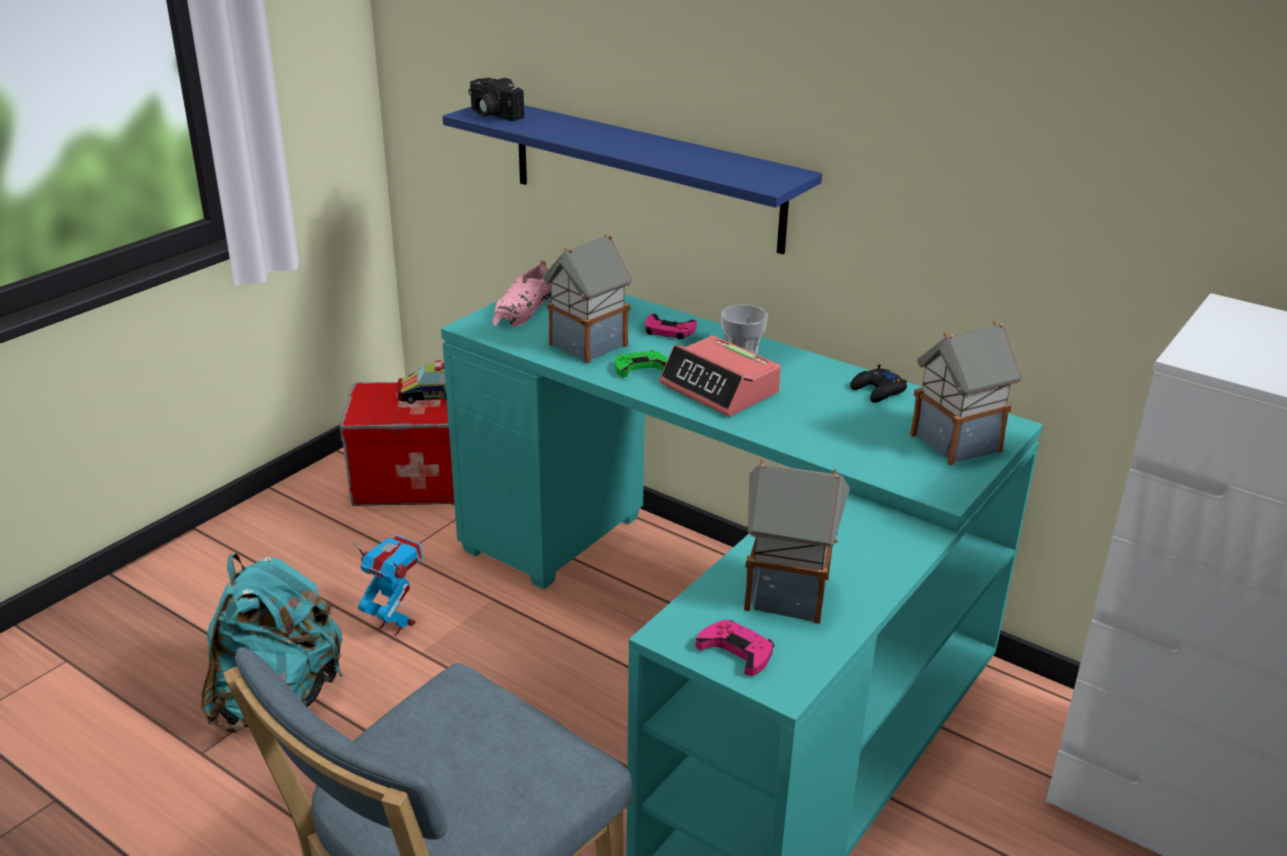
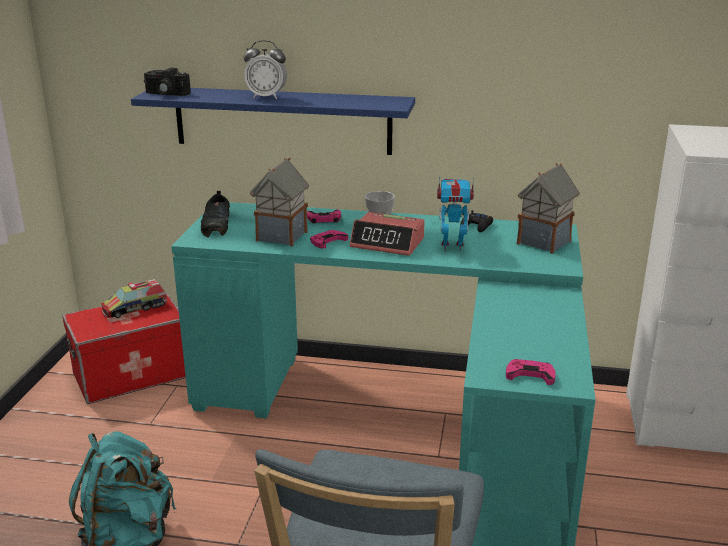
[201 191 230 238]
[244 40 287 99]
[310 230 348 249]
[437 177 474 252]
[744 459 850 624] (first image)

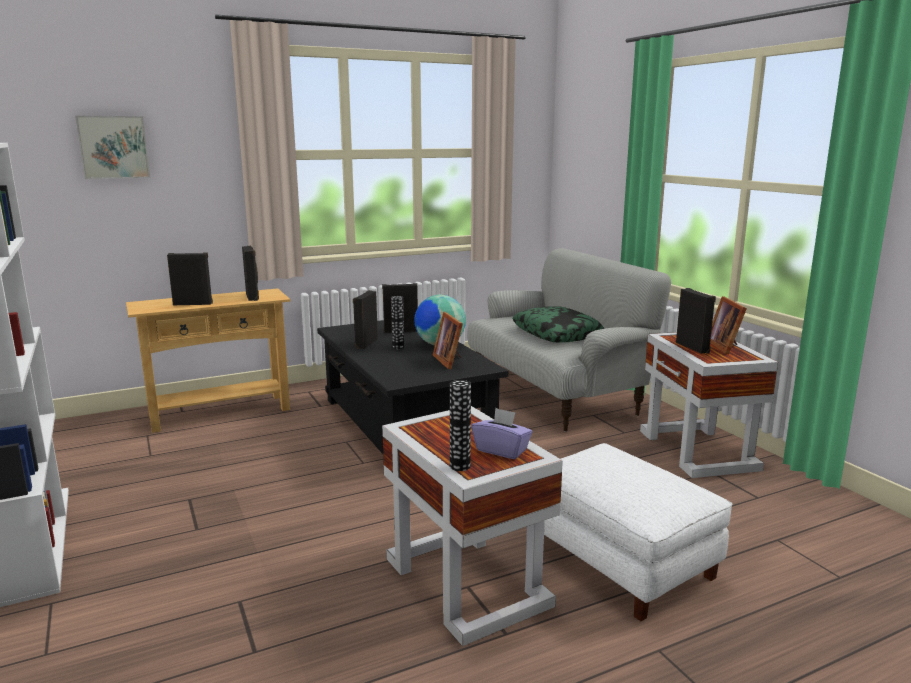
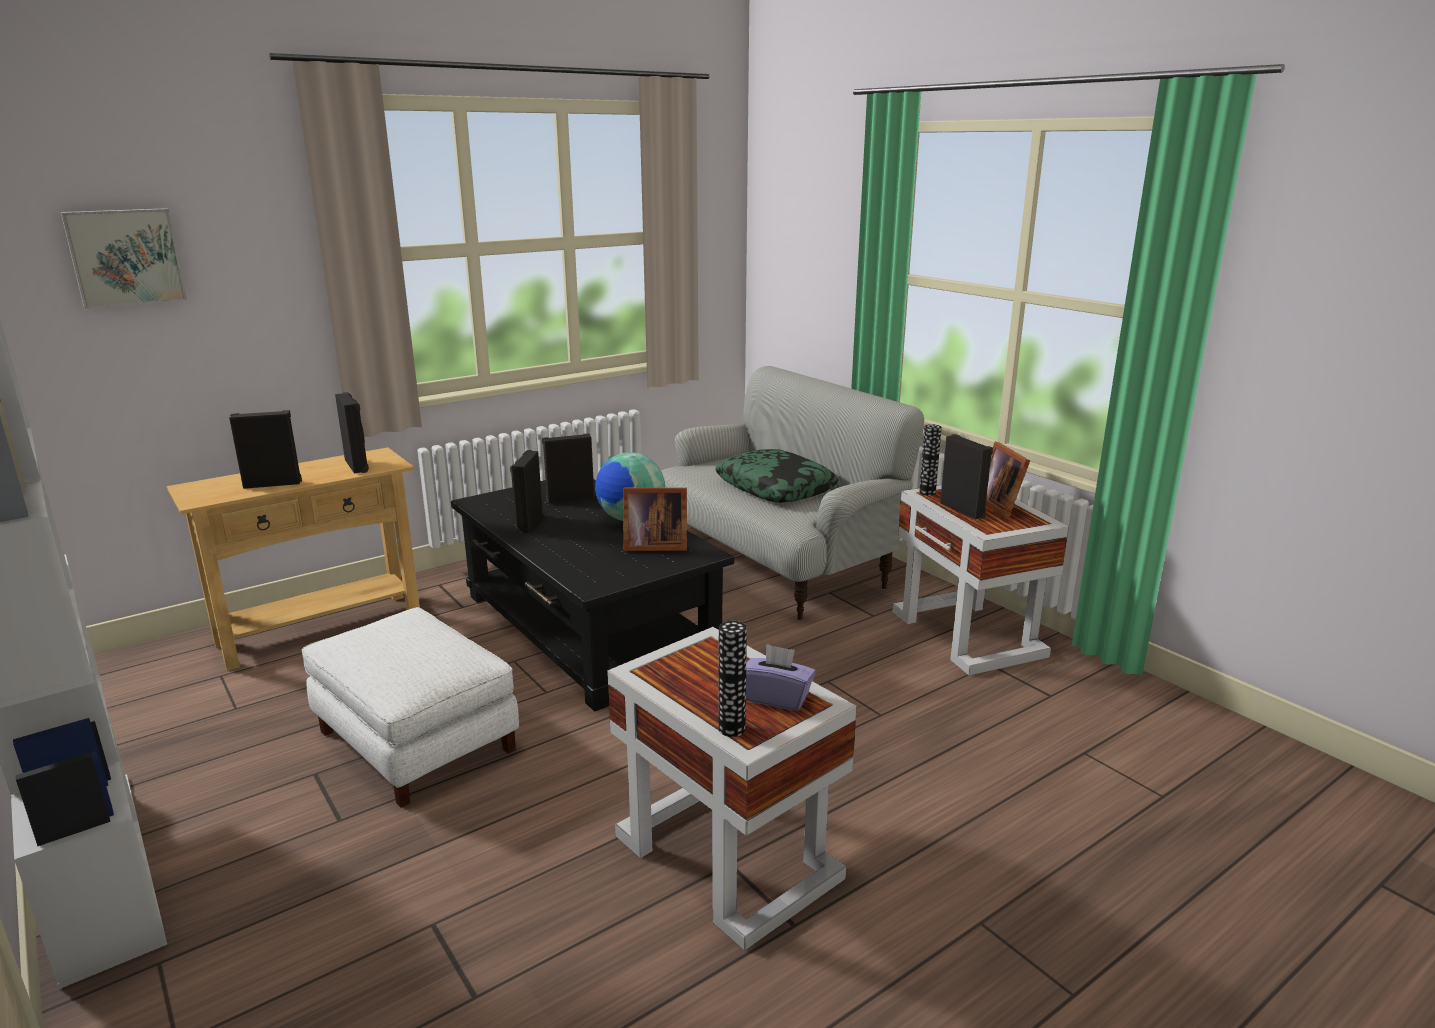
[302 607 519 808]
[623 488 687 551]
[919 424 942 496]

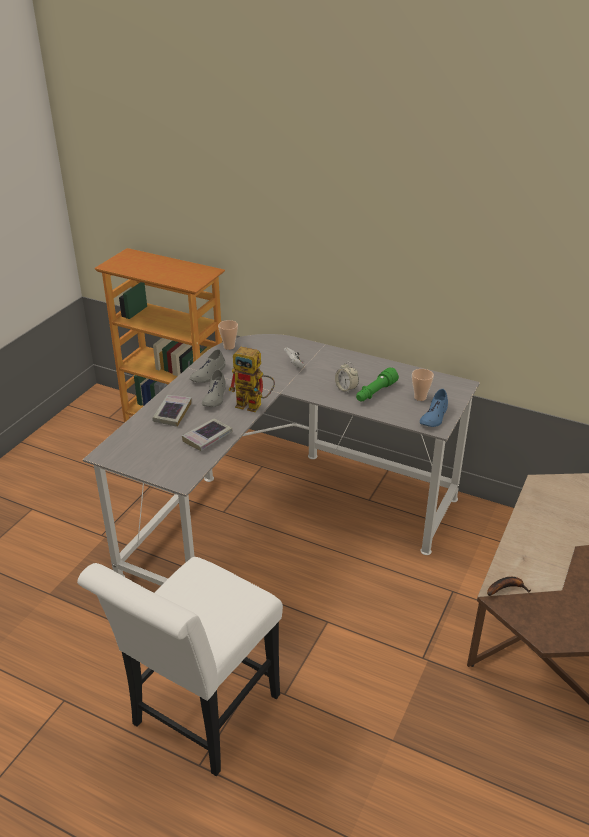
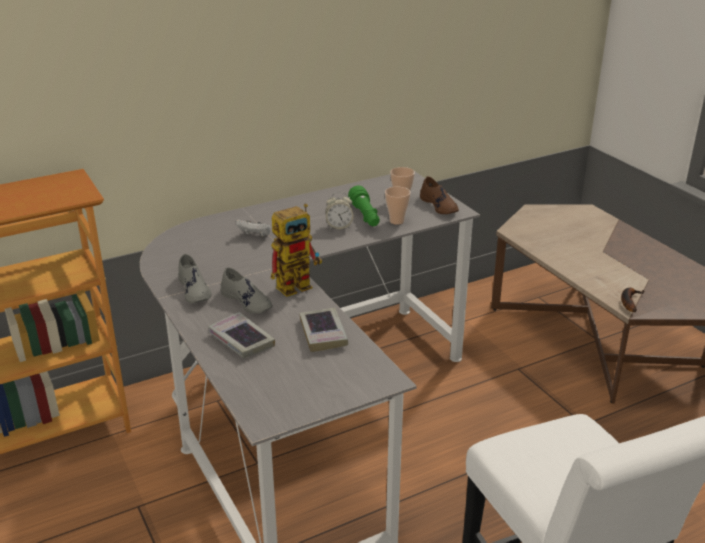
[385 187 411 225]
[420 176 459 214]

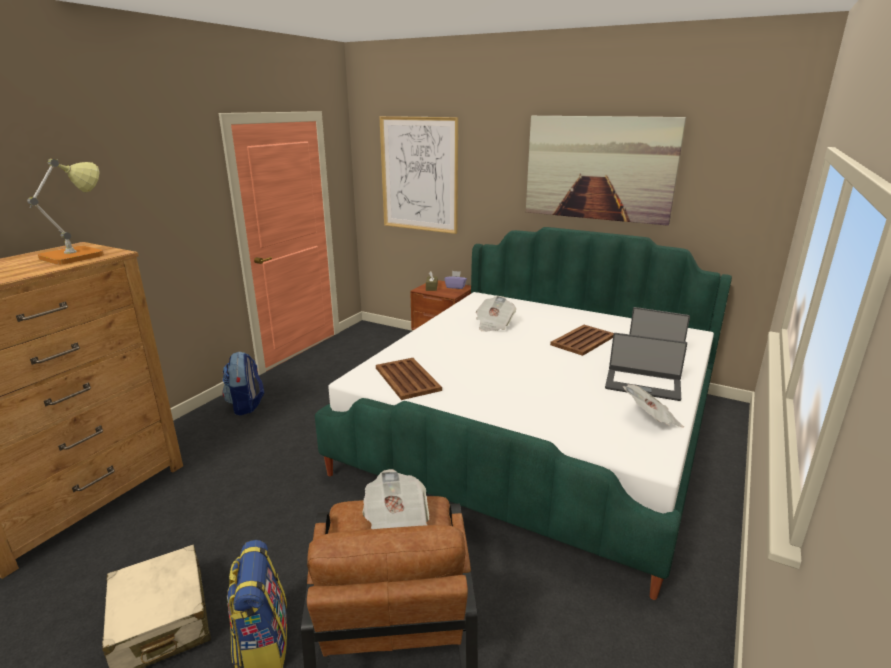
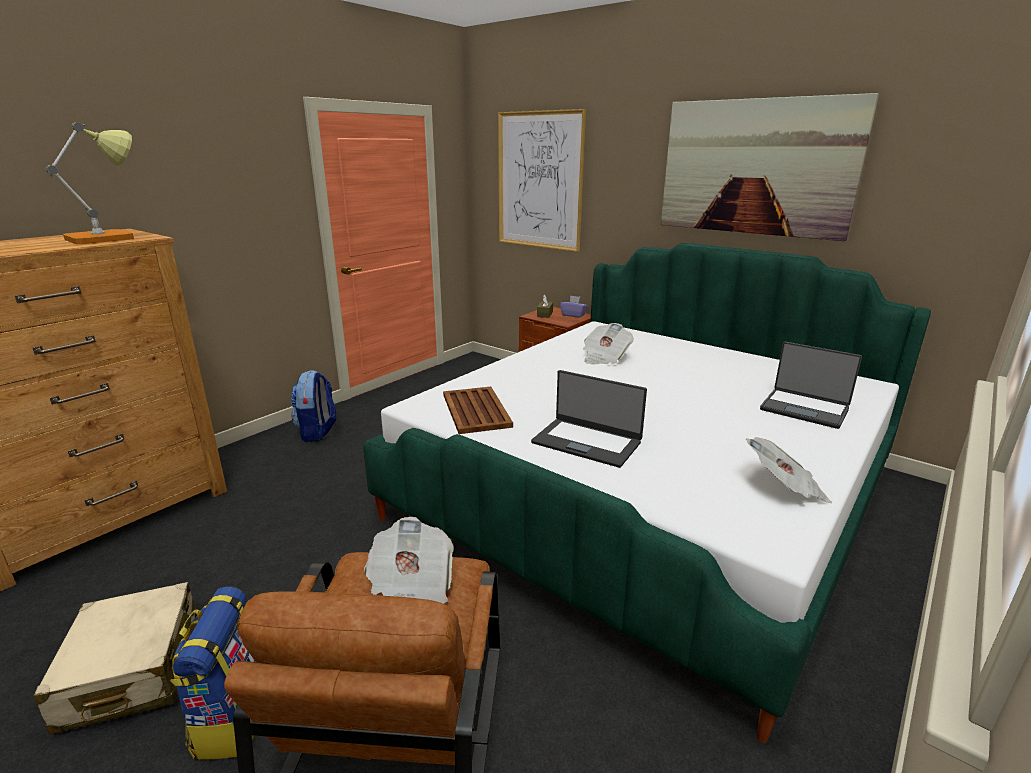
[531 370 647 468]
[550 325 614 356] (first image)

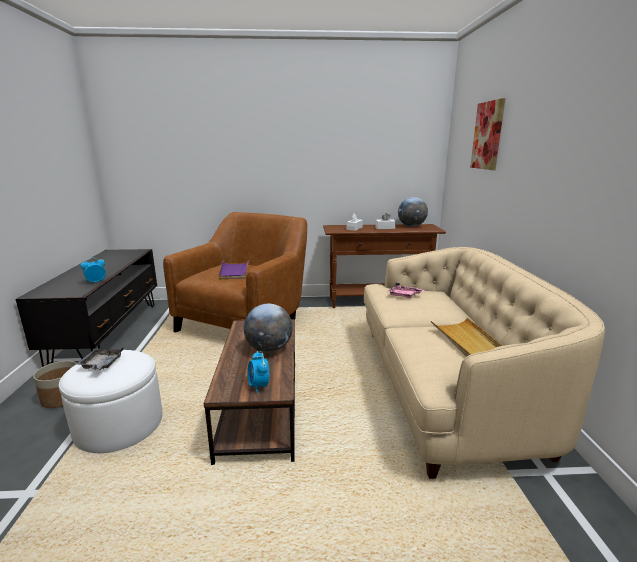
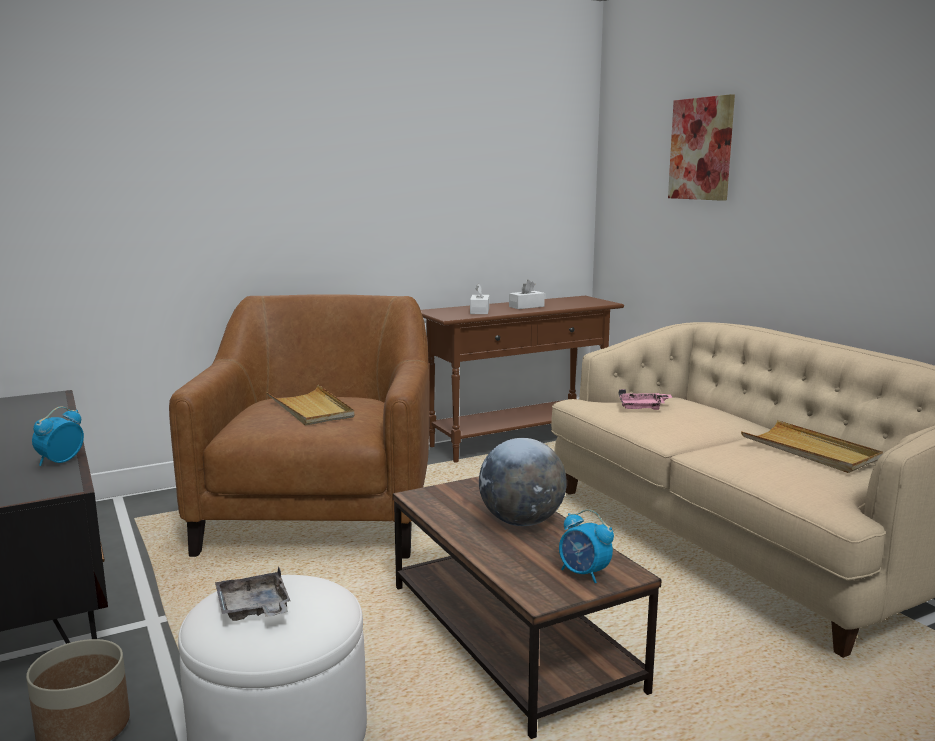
[266 385 354 426]
[398 197 428 227] (first image)

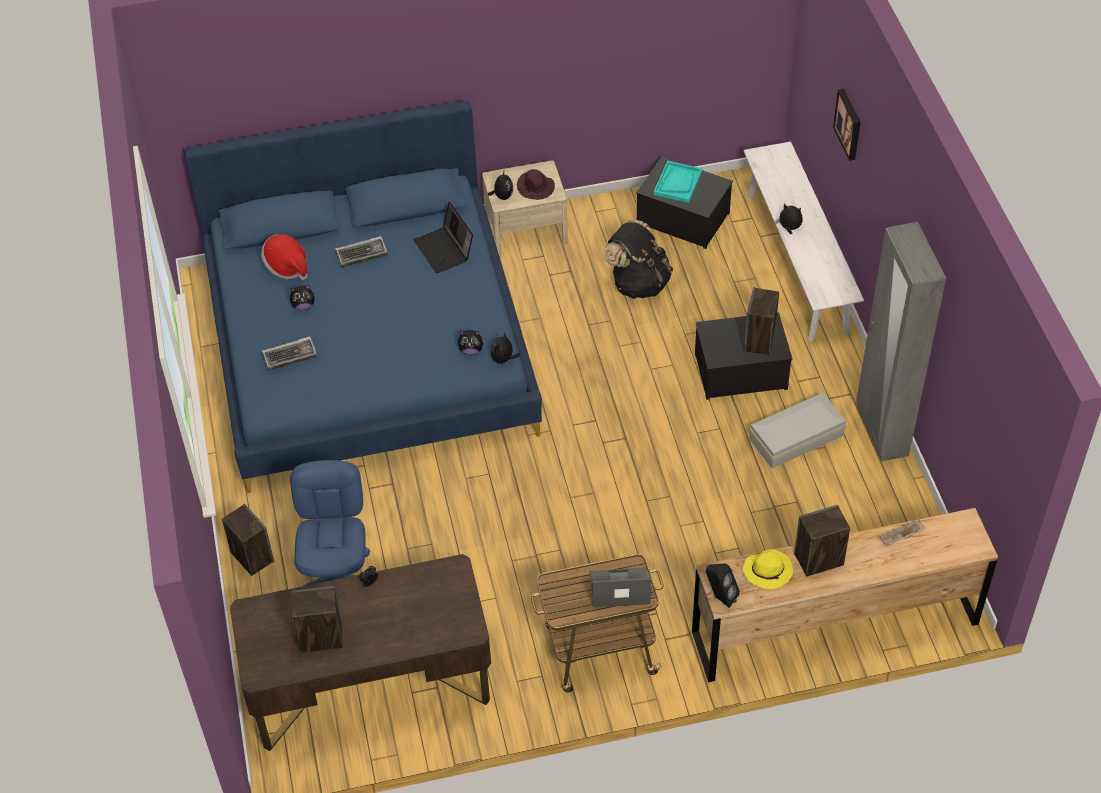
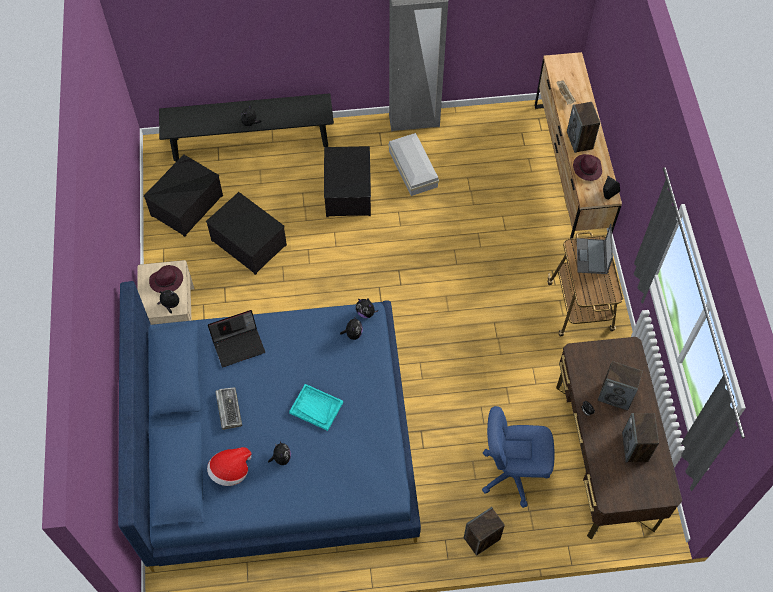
[159 93 334 162]
[206 192 287 275]
[289 384 343 431]
[573 154 602 181]
[598 361 643 411]
[262 336 317 371] (first image)
[833 89 861 161] (first image)

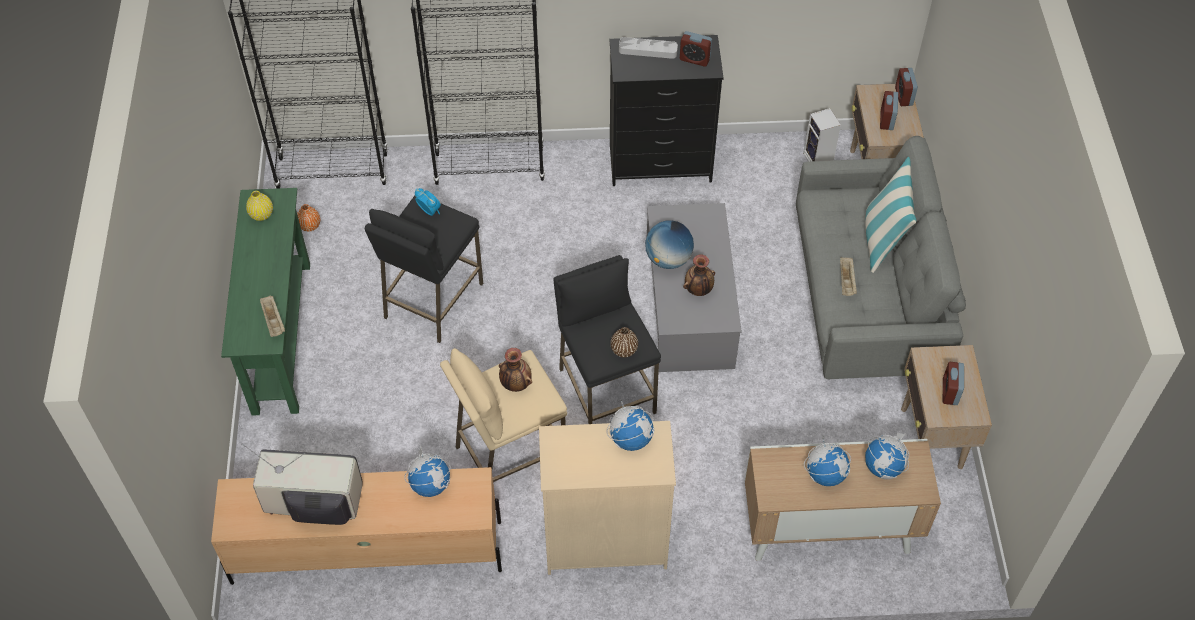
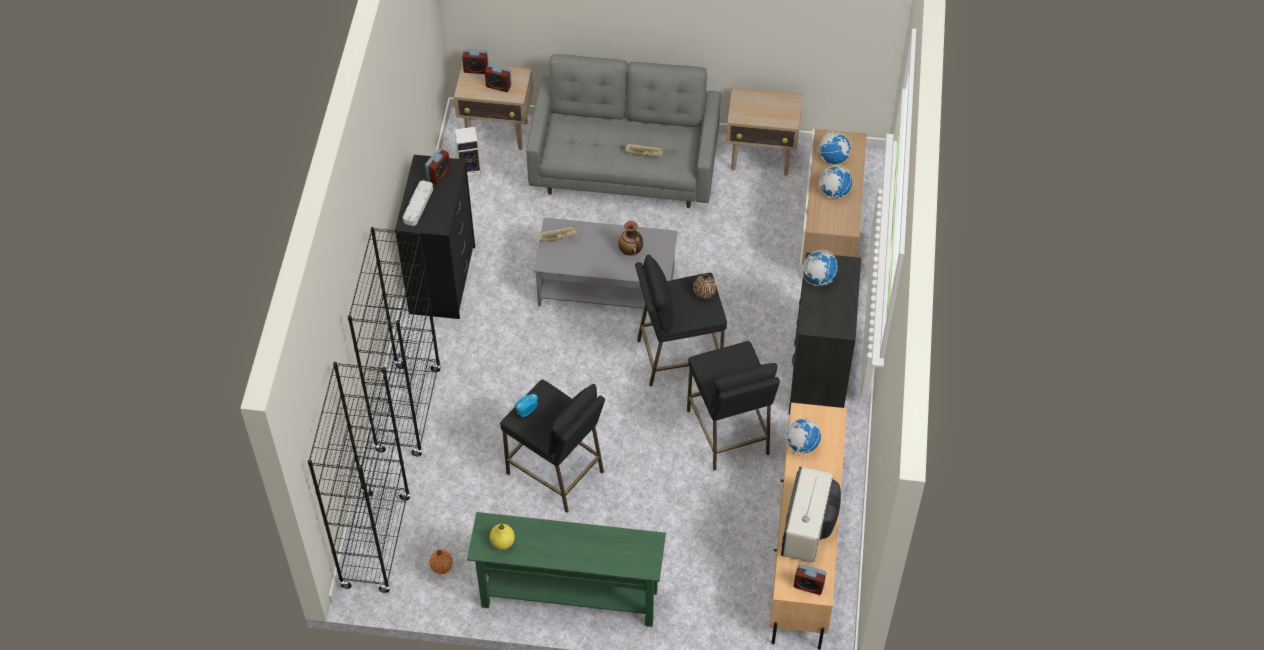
[538 226 578 242]
[687 341 780 471]
[789 252 861 415]
[794 564 826 595]
[499 348 532 392] (first image)
[645 220 694 269] (first image)
[865 157 916 273] (first image)

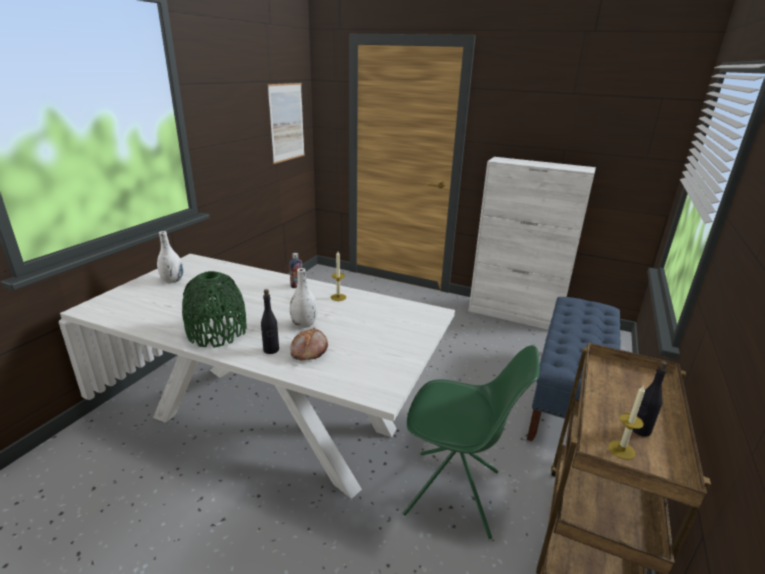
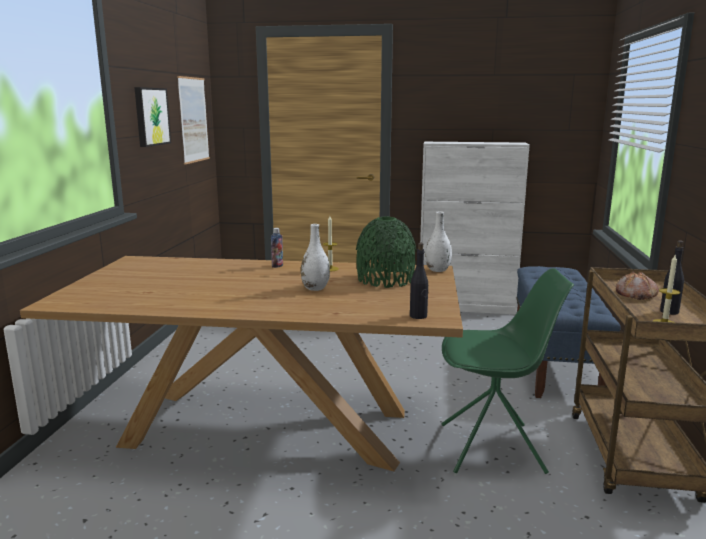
[20 256 463 471]
[134 87 171 147]
[356 217 416 288]
[410 243 428 319]
[425 211 452 272]
[616 271 659 300]

